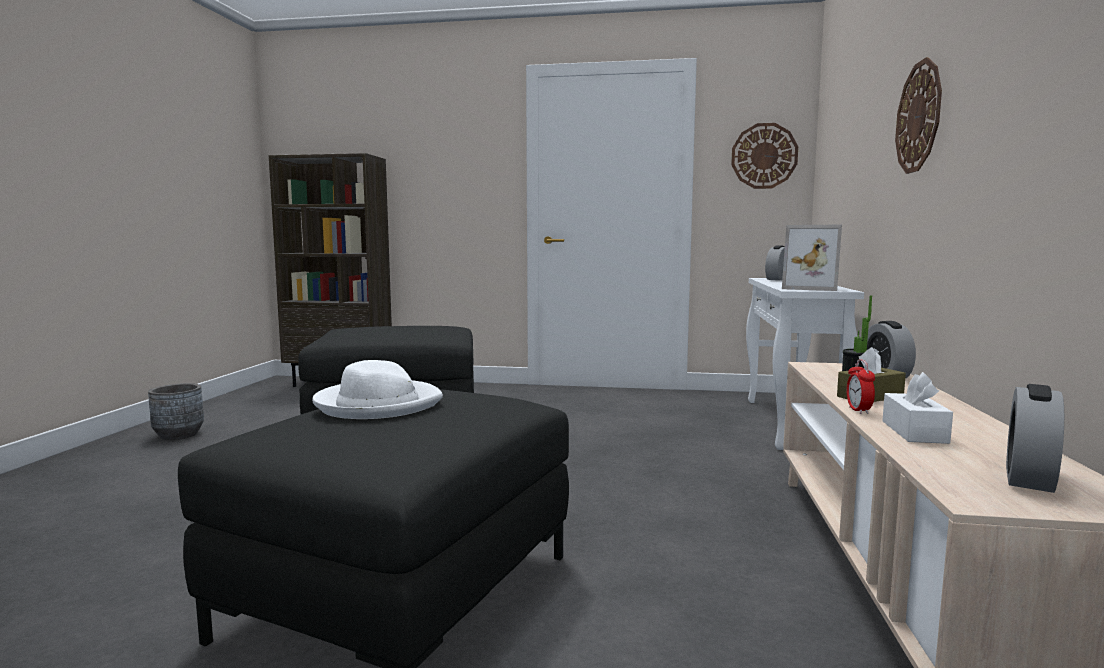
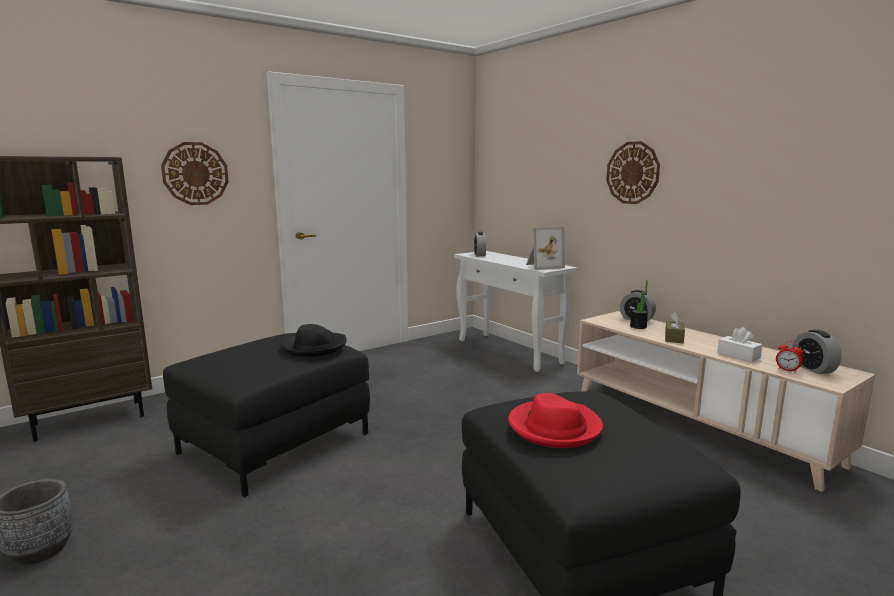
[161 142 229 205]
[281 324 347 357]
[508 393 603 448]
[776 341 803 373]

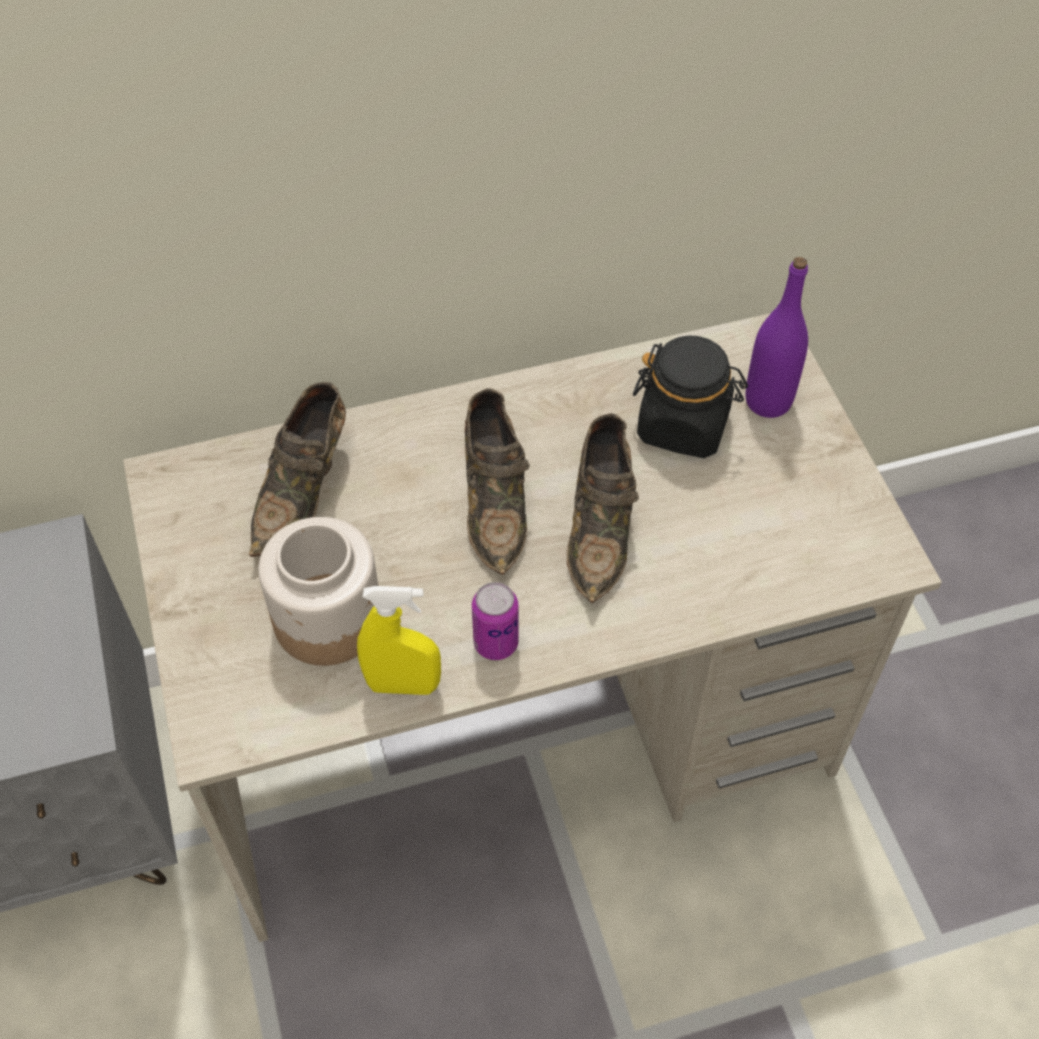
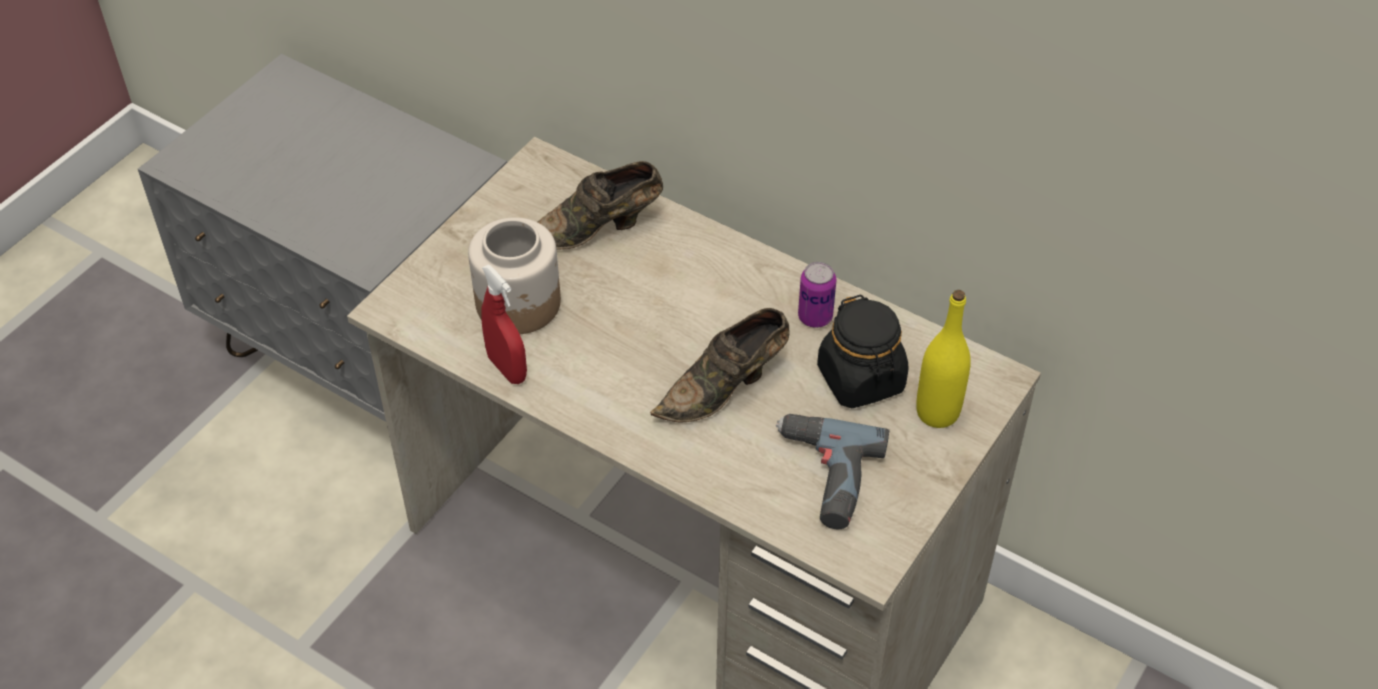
[481 264 527 384]
[776 414 890 529]
[798 262 836 328]
[916 290 971 428]
[465 388 530 575] (first image)

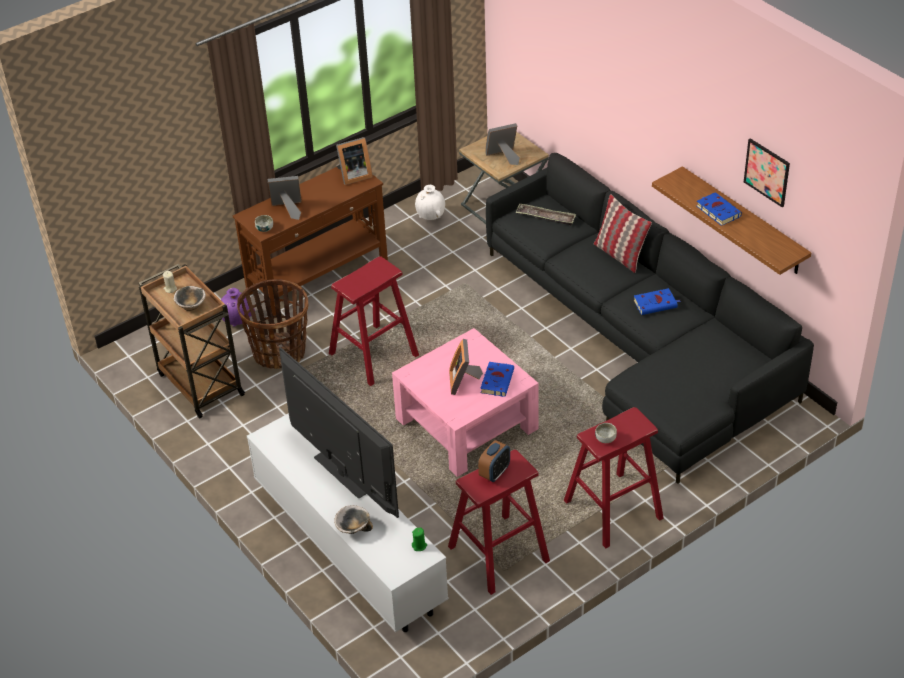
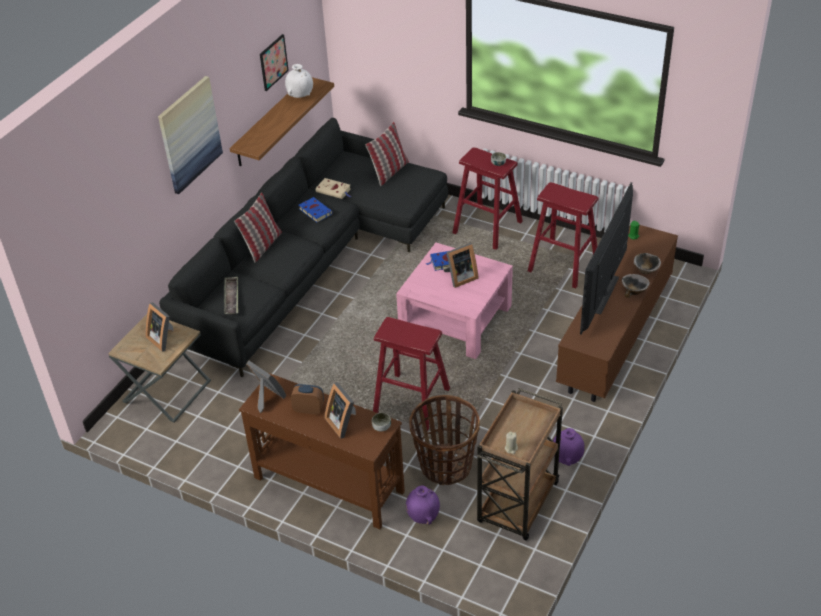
[158 76 223 194]
[285 64 313 98]
[291 384 324 414]
[316 178 351 199]
[366 122 409 186]
[553 428 585 466]
[556 225 678 402]
[622 274 650 298]
[697 192 742 226] (first image)

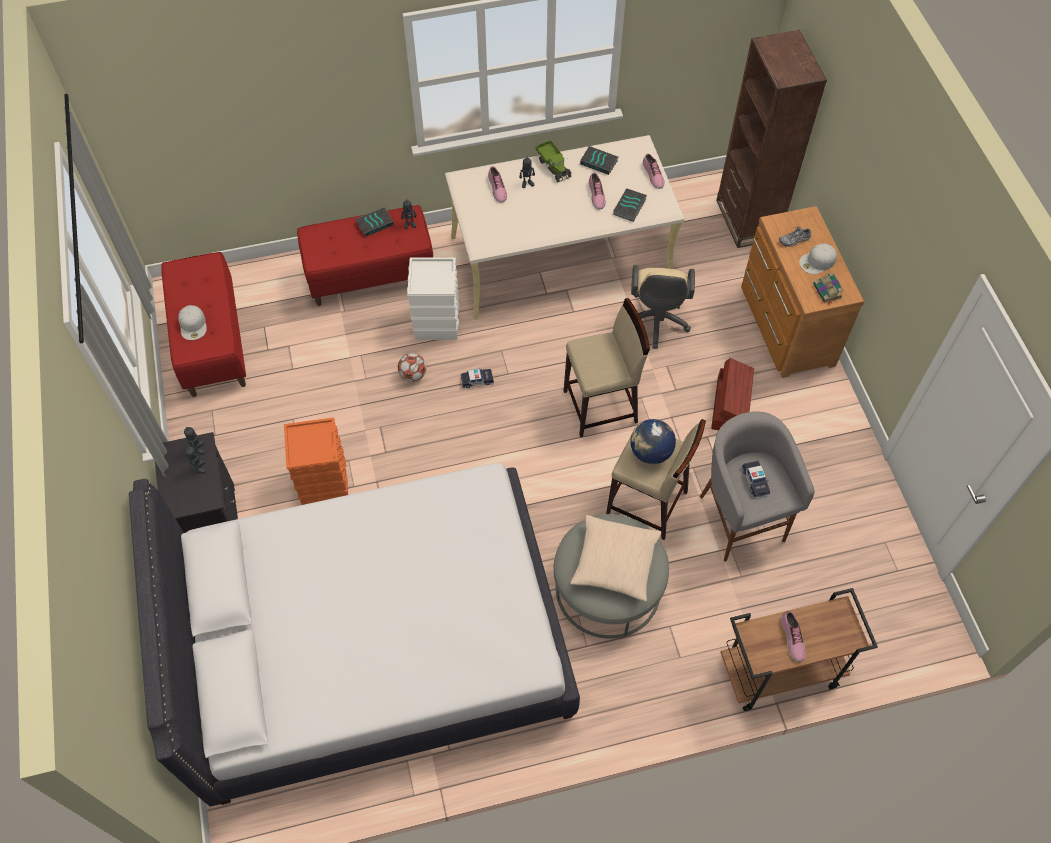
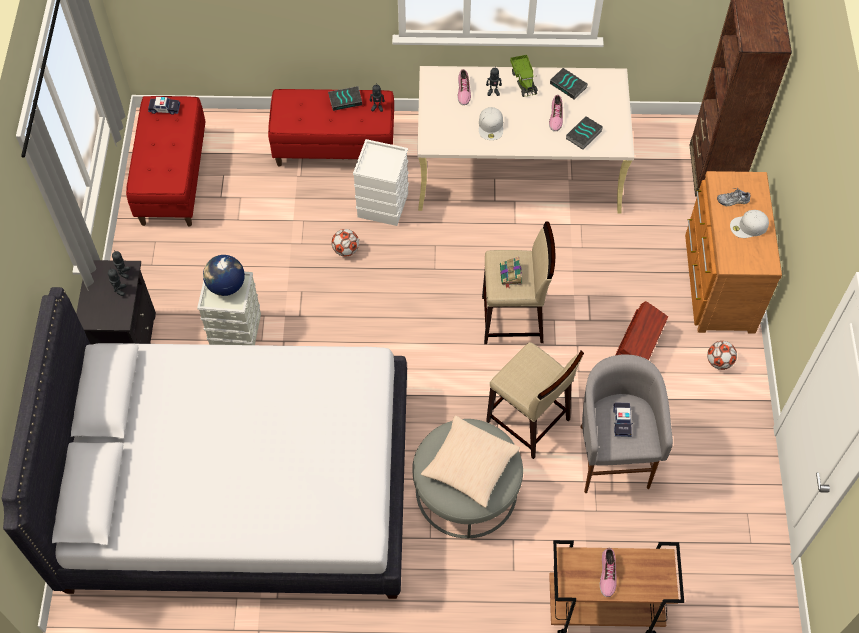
[148 97 180 115]
[197 272 261 345]
[203 255 245 296]
[479 107 503 140]
[500 257 522 288]
[707 341 737 370]
[631 265 695 349] (first image)
[643 154 664 189] (first image)

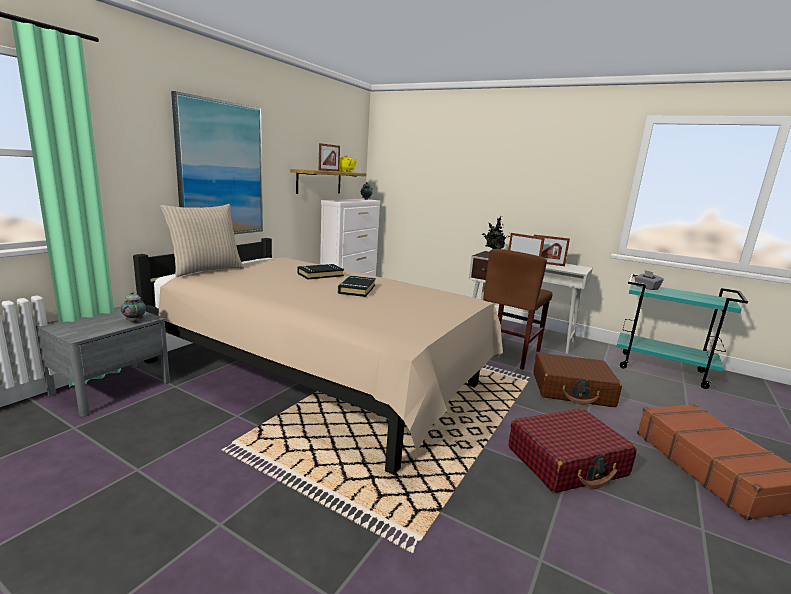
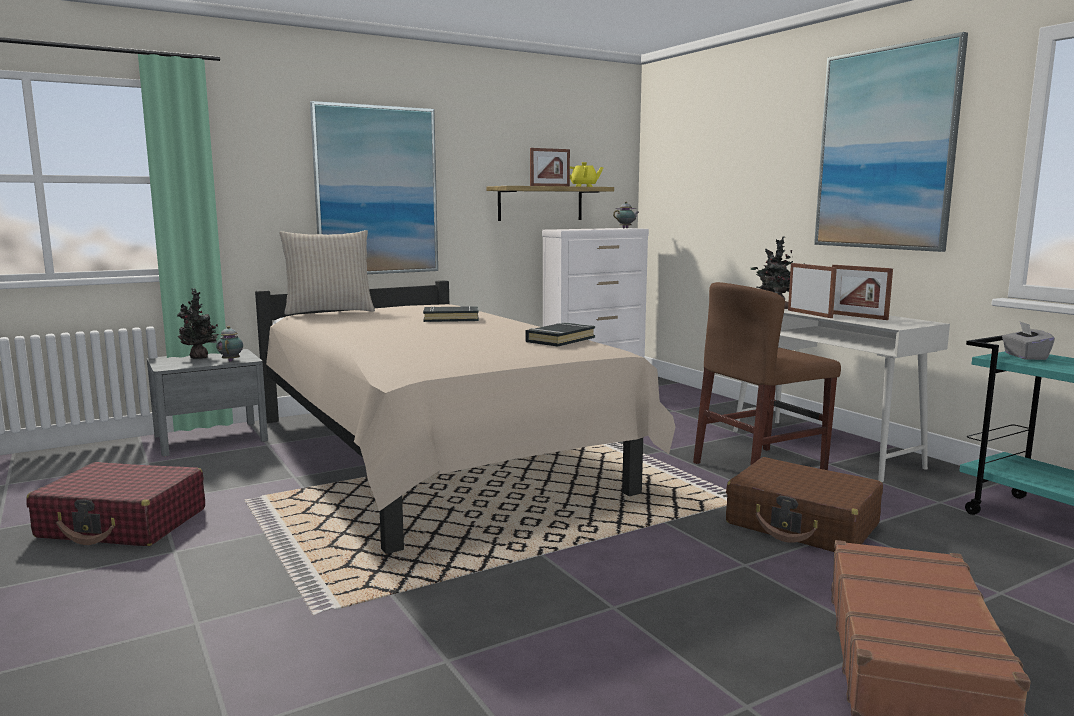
[26 462 205 546]
[177 288 219 359]
[525 322 595 347]
[814 32 968 252]

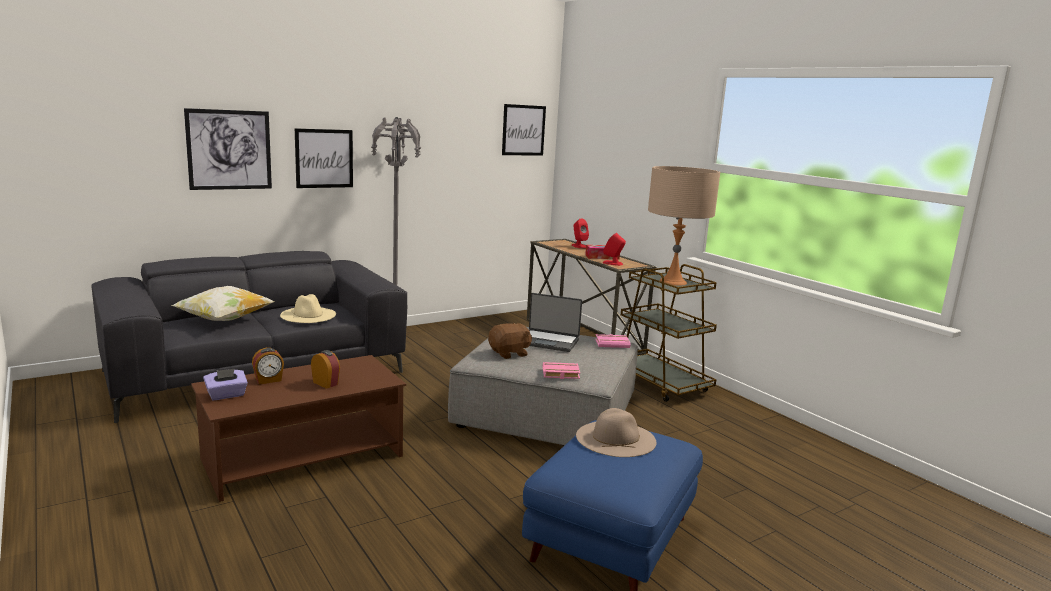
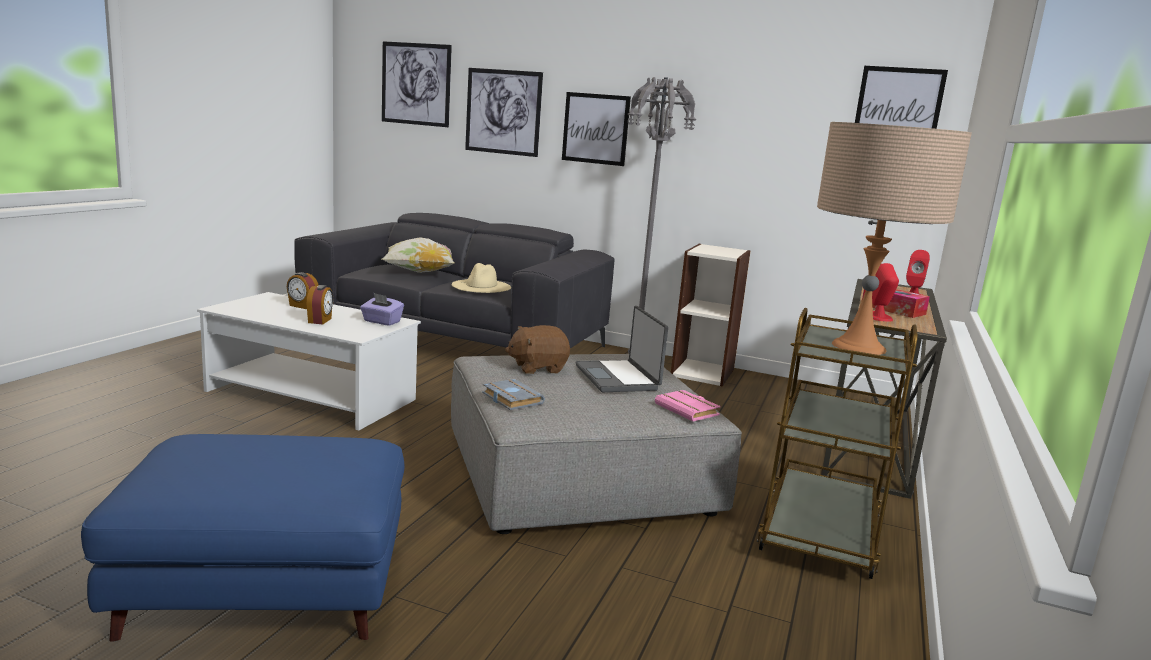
[197 292 421 430]
[360 293 404 326]
[382 41 452 127]
[482 379 545 410]
[505 325 570 374]
[671 244 751 387]
[576 408 657 457] (first image)

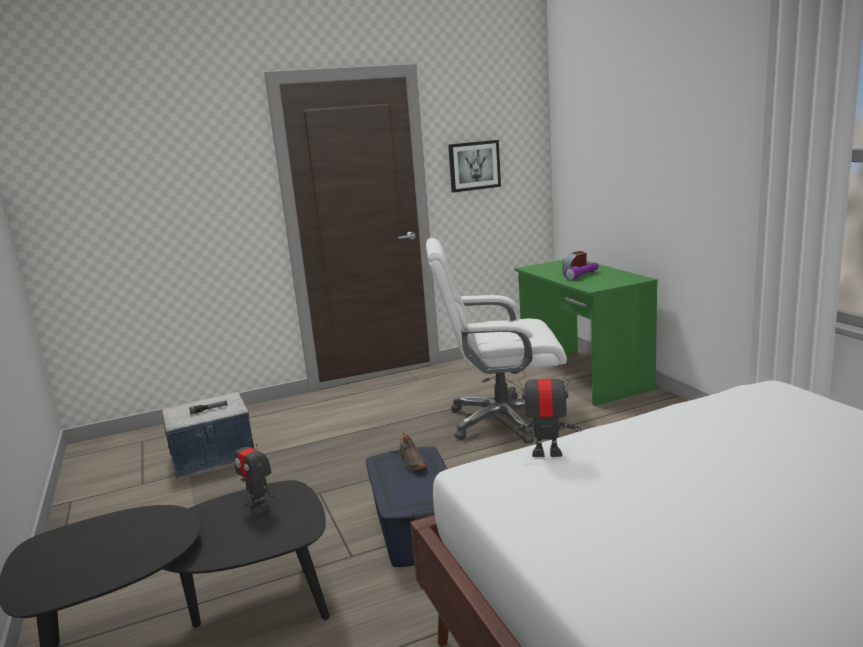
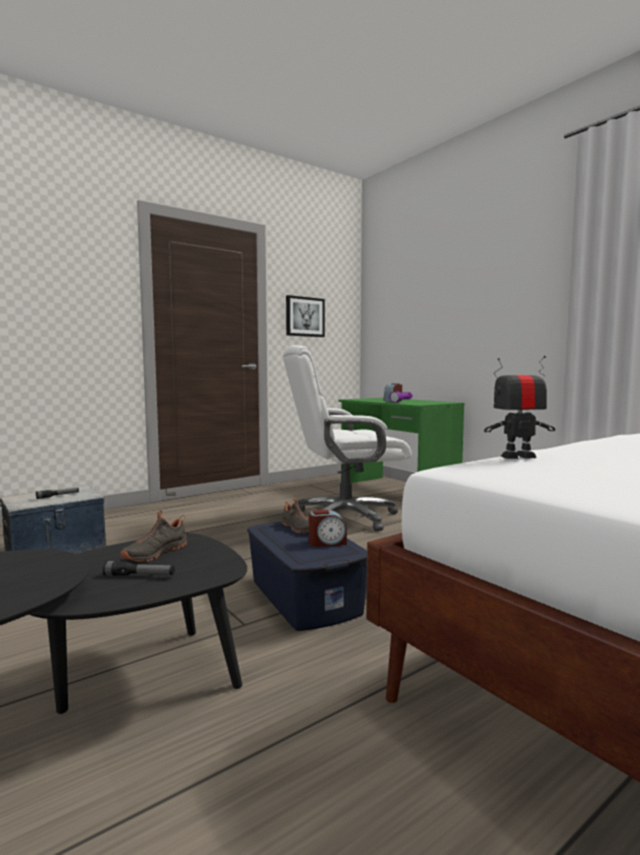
[103 561 175 576]
[120 510 187 562]
[309 510 347 547]

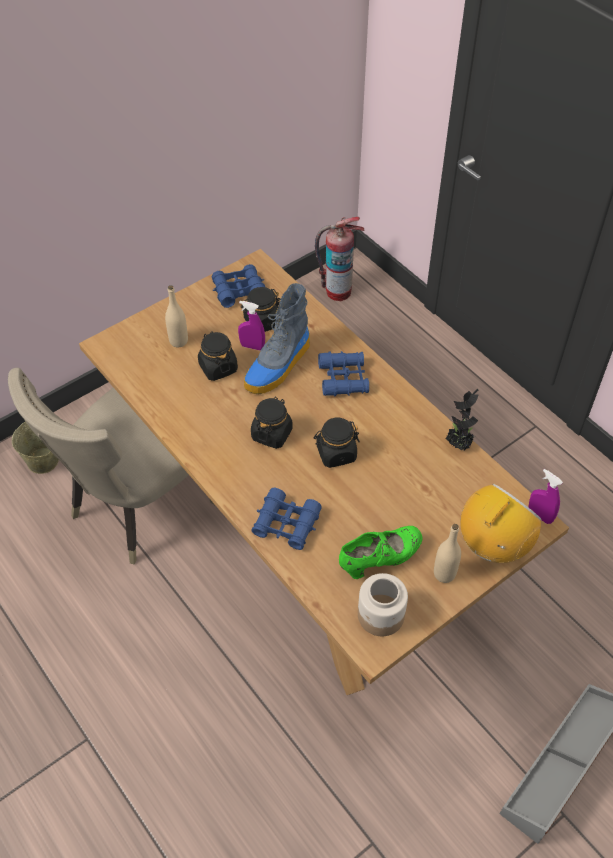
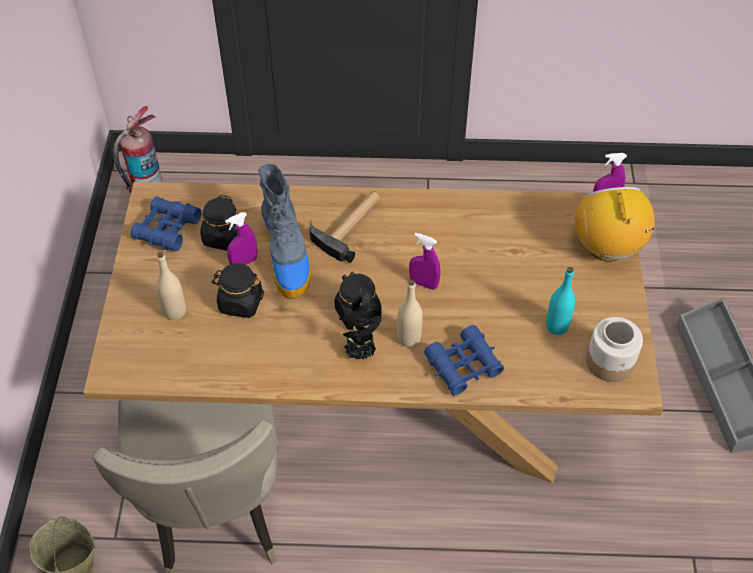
[309 191 380 263]
[339 289 382 360]
[397 280 423 347]
[409 233 440 290]
[546 267 575 335]

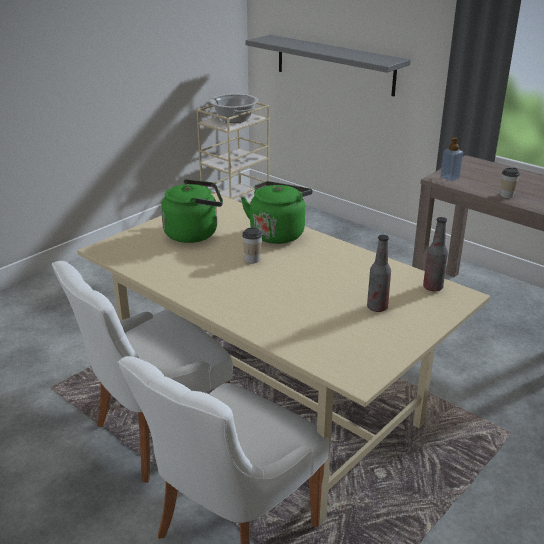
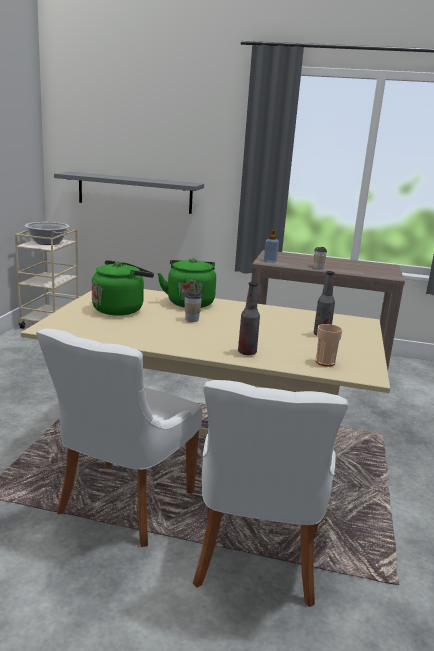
[238 282 260 355]
[316 324 343 367]

